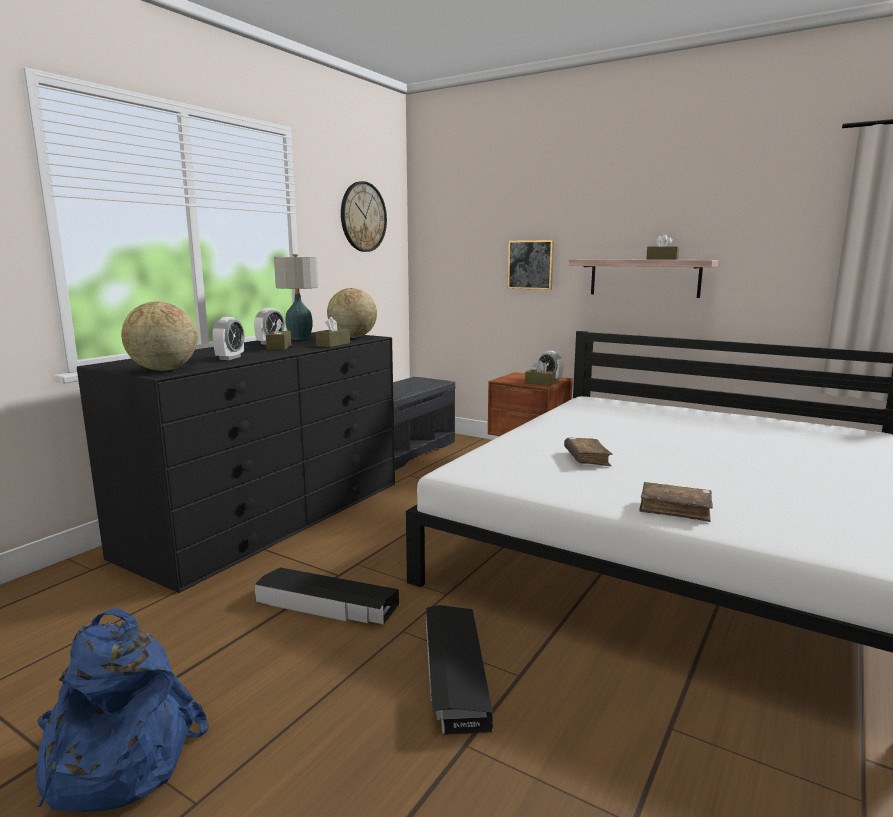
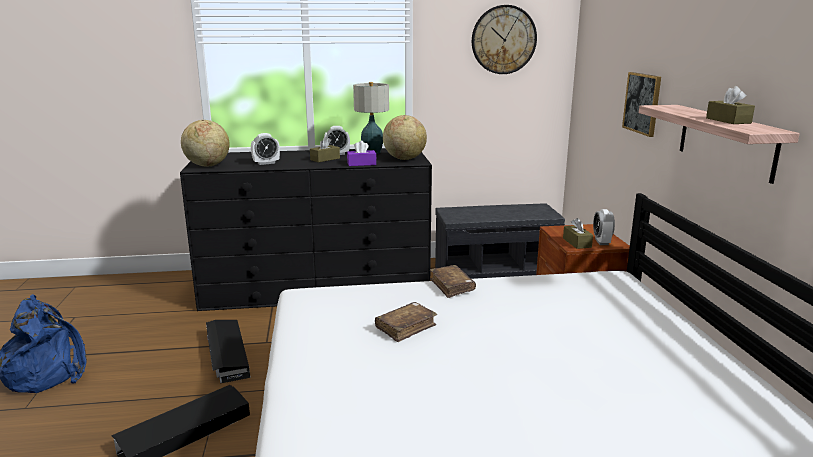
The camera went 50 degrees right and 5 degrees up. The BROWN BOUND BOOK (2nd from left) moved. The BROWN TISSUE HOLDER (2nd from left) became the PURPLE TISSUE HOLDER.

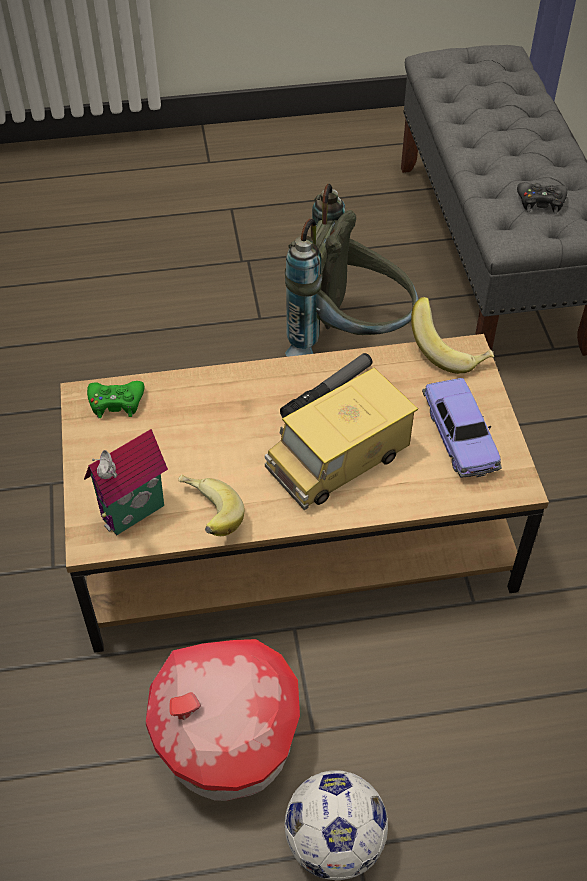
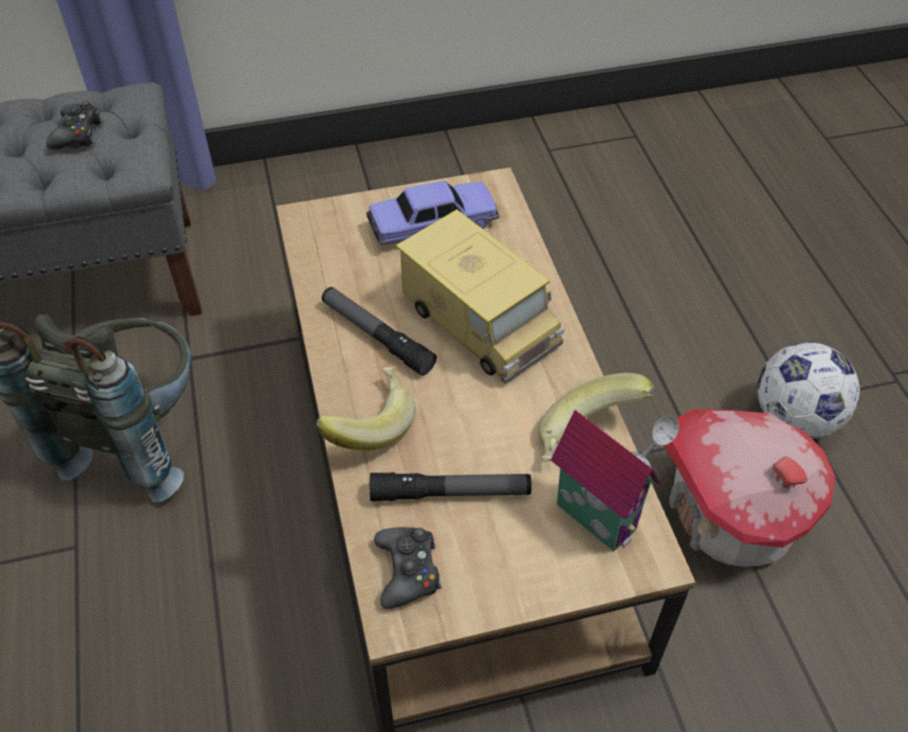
The camera went 95 degrees left and 0 degrees up. The HAND TORCH (2nd from left) appeared. The BANANA FRUIT (2nd from left in the first image) moved. The GREEN-COLOURED JOYPAD became the BLACK-COLOURED JOYPAD (2nd from left).

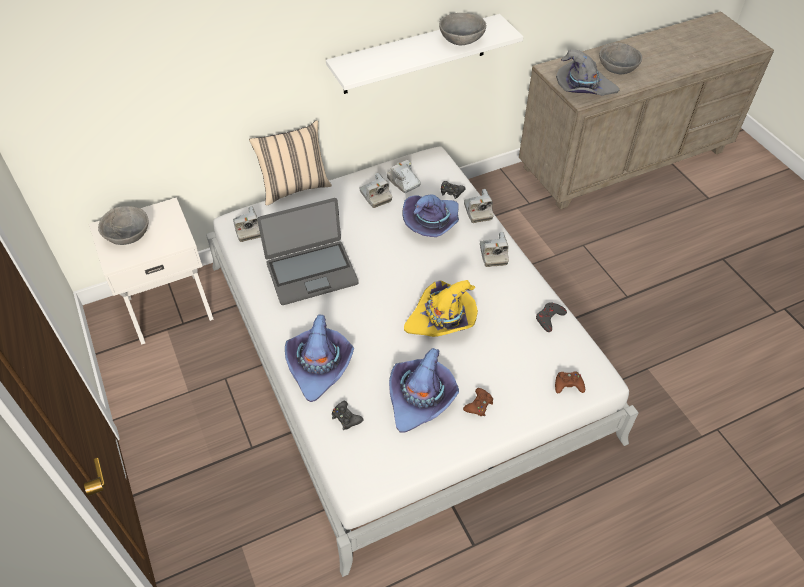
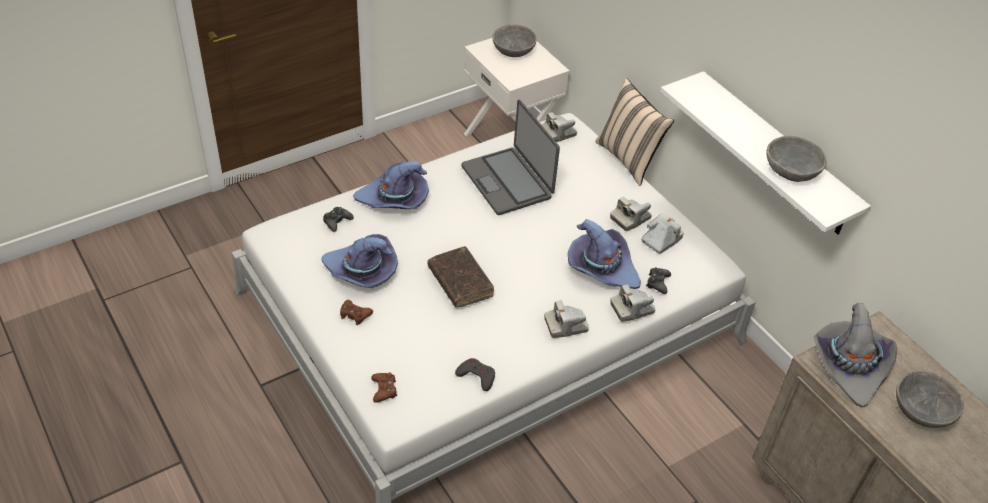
The camera went 80 degrees right and 5 degrees down. The YELLOW-COLOURED CLOTHING HAT was replaced by the BROWN BOUND BOOK.

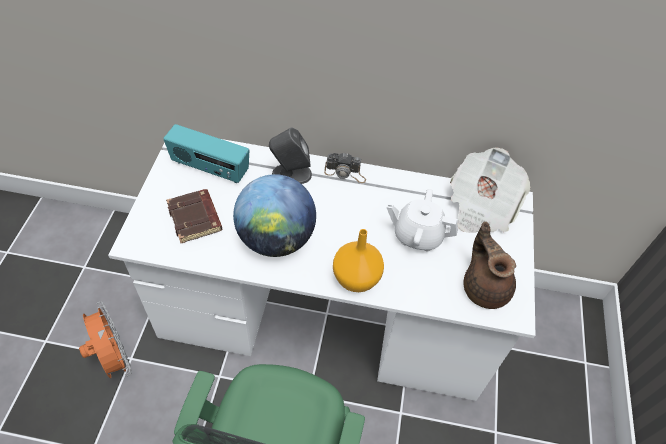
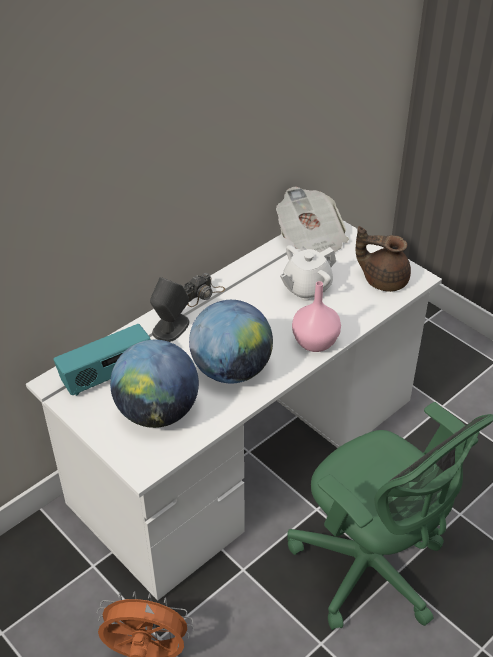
The camera went 50 degrees left and 10 degrees down. The BROWN BOUND BOOK was replaced by the WORLD GLOBE (1st from left). The ORANGE-COLOURED DECORATIVE VASE became the PINKISH DECORATIVE VASE.

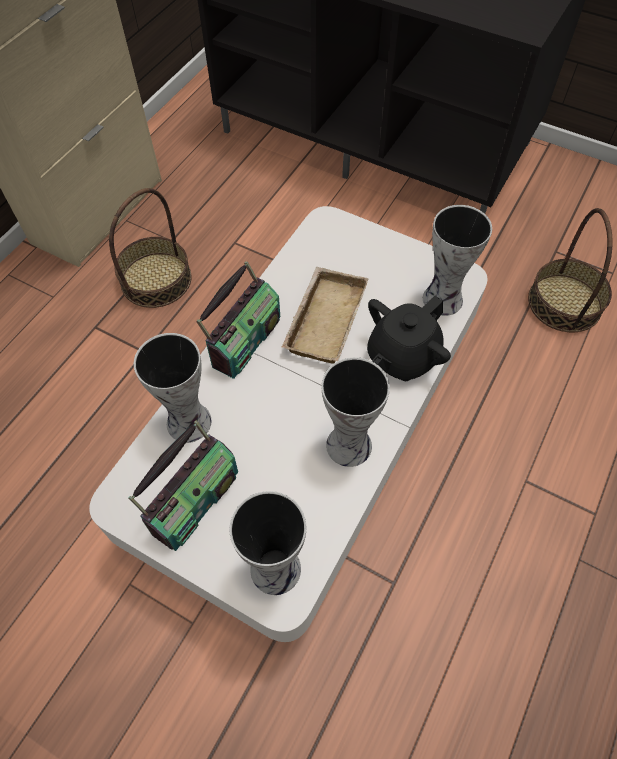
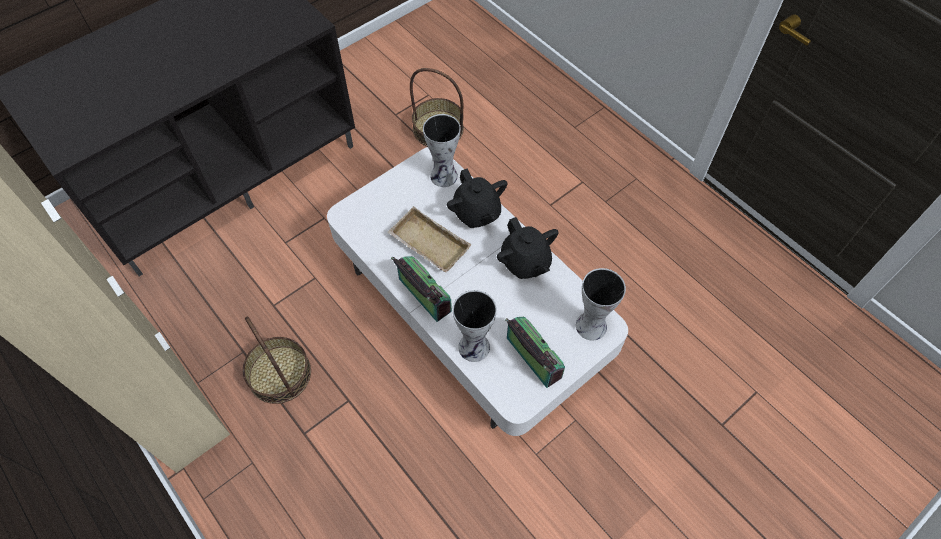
The camera went 70 degrees left and 0 degrees up. The DECORATIVE VASE (3rd from left) was replaced by the BLACK-COLOURED TEA POT (2nd from left).

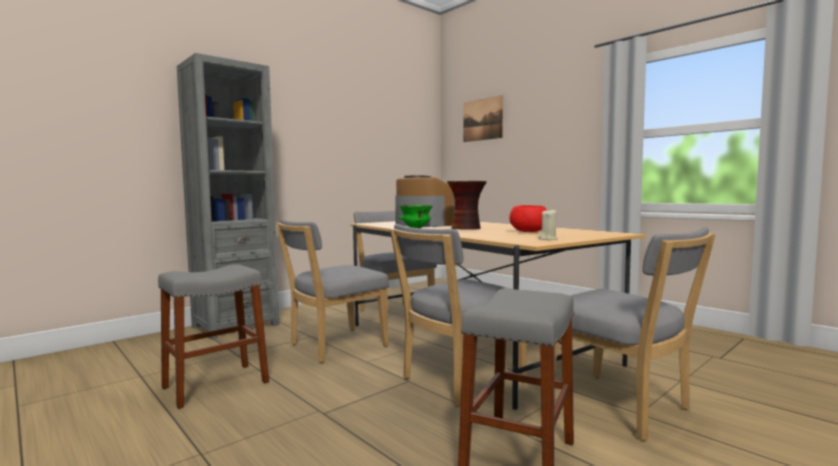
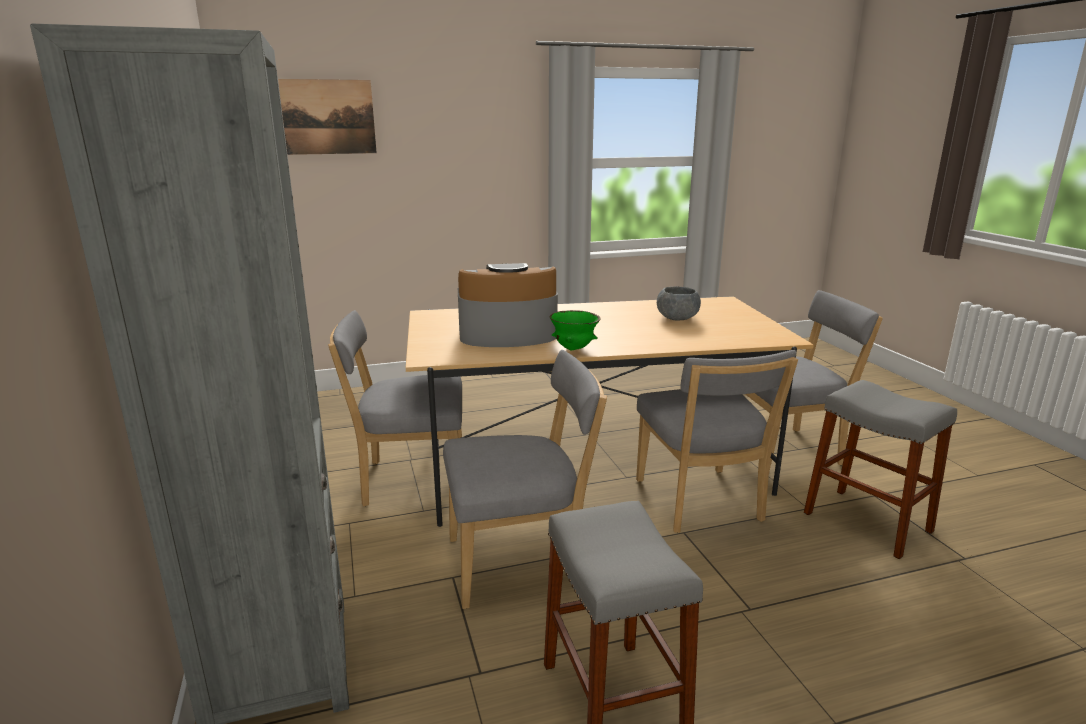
The camera went 65 degrees left and 15 degrees up. The DECORATIVE VASE disappeared. The SAND-COLOURED WAX CANDLE disappeared. The RED-COLOURED BOWL became the GREY BOWL. The GREY CHAIR (1st from left in the first image) turned 90 degrees counterclockwise.

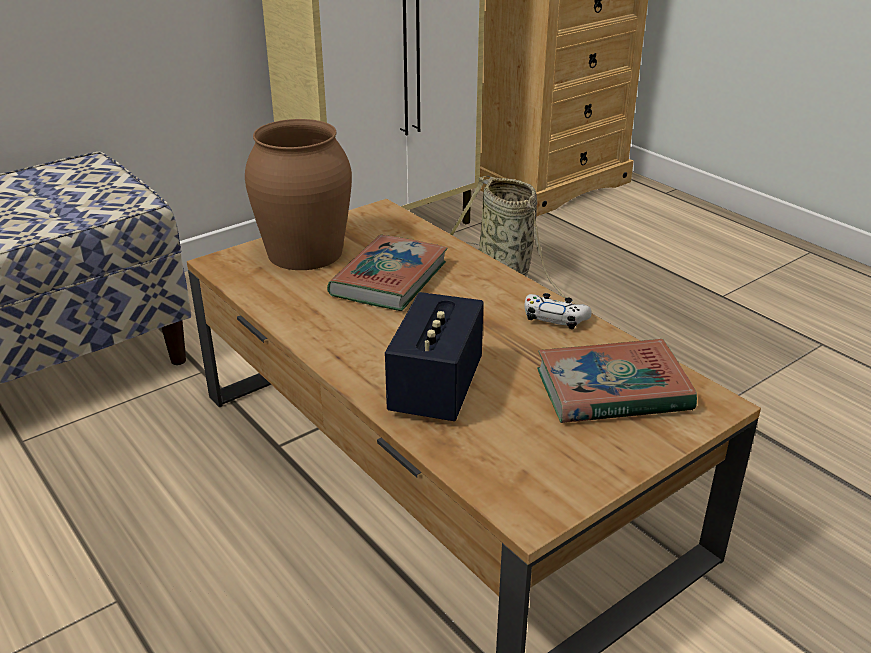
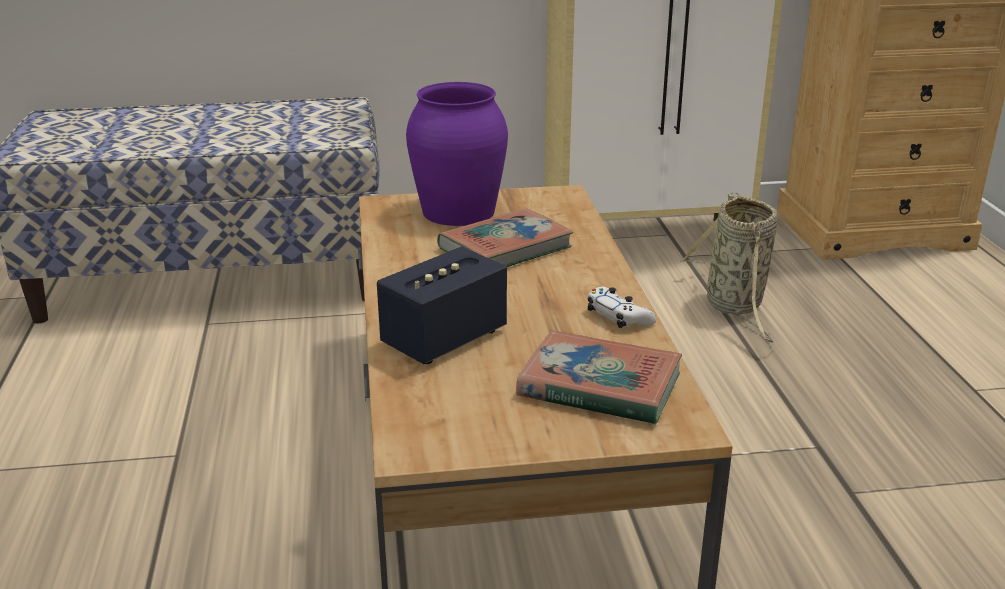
The camera went 30 degrees right and 5 degrees down. The BROWN DECORATIVE VASE became the PURPLE DECORATIVE VASE.

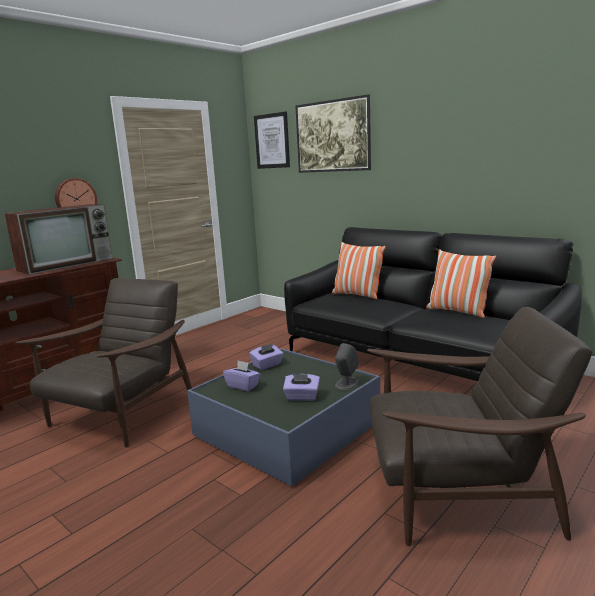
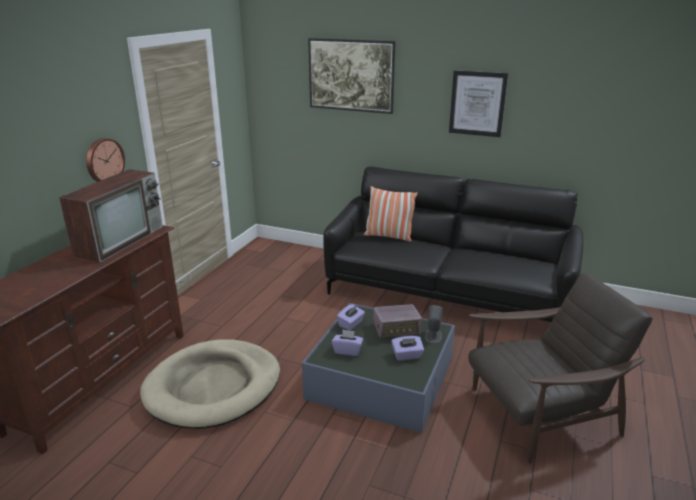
The camera went 20 degrees left and 10 degrees up. The PILLOW (2nd from left) disappeared. The RADIO RECEIVER appeared. The WALL PICTURE (1st from left in the first image) moved. The BROWN EASY CHAIR (1st from left) was replaced by the SAND-COLOURED DOG BED.

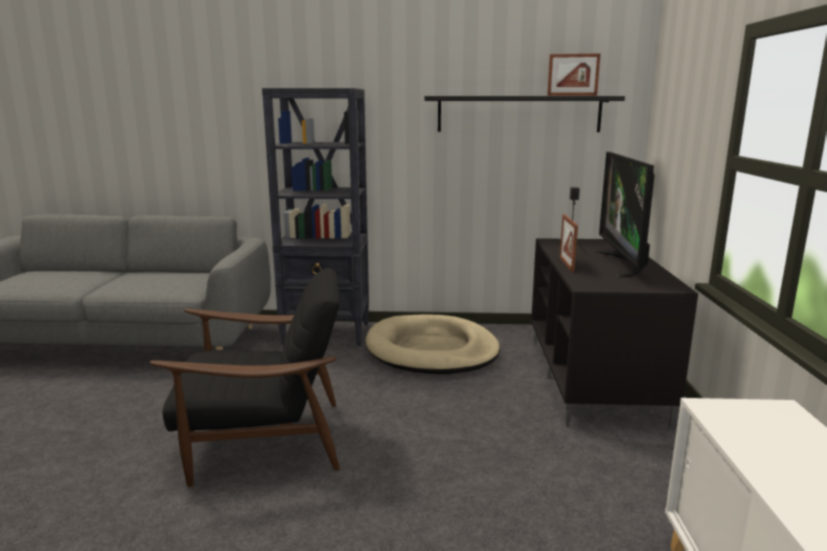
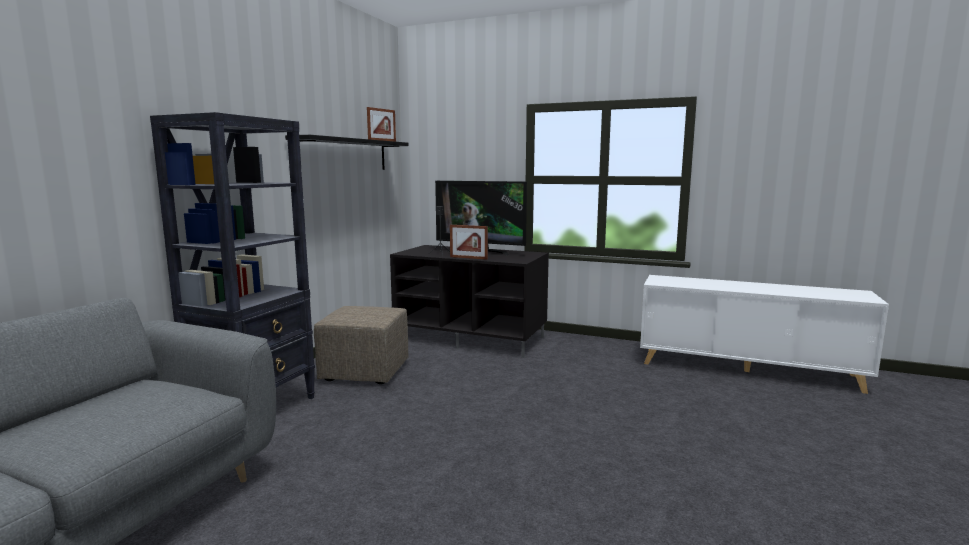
The camera went 70 degrees left and 5 degrees down. The BLACK-COLOURED EASY CHAIR disappeared. The SAND-COLOURED DOG BED was replaced by the SAND-COLOURED OTTOMAN.

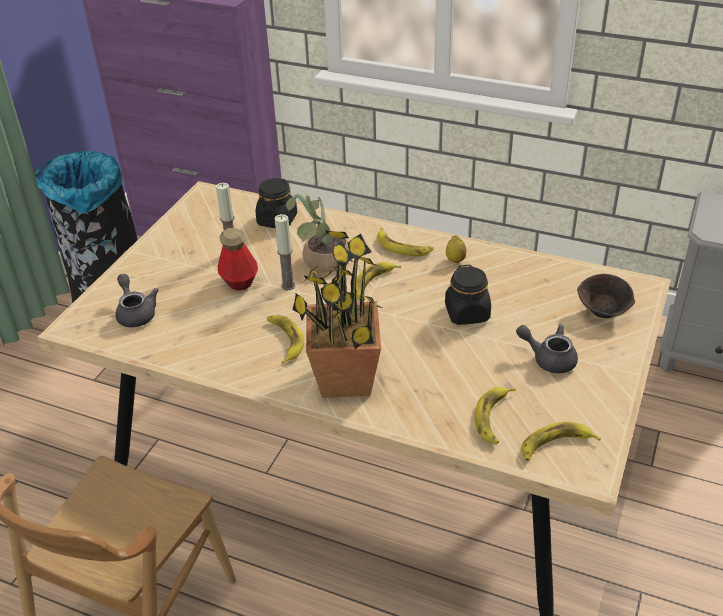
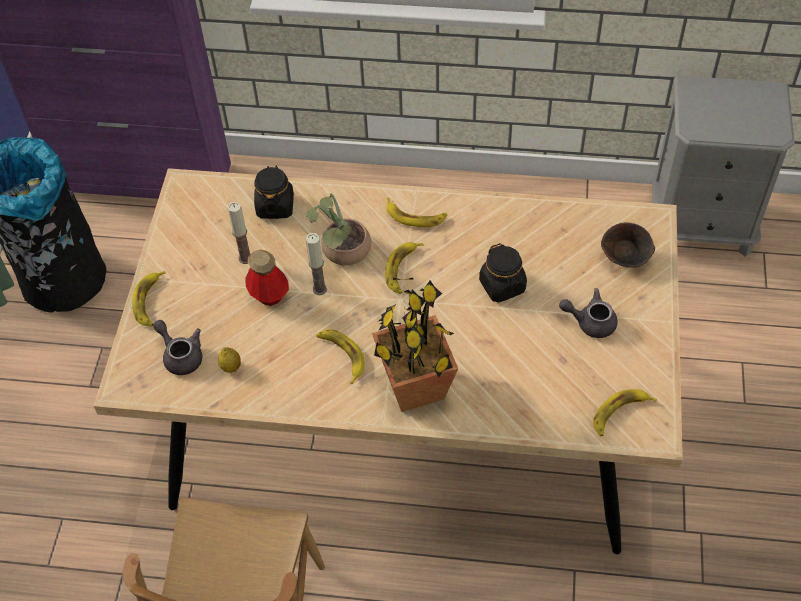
The camera went 15 degrees left and 15 degrees up. The LEMON moved. The BANANA FRUIT (4th from left in the first image) moved.

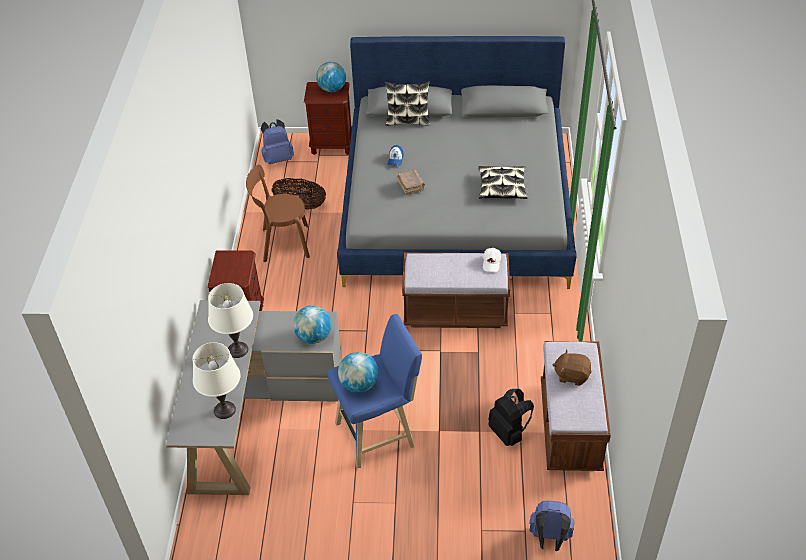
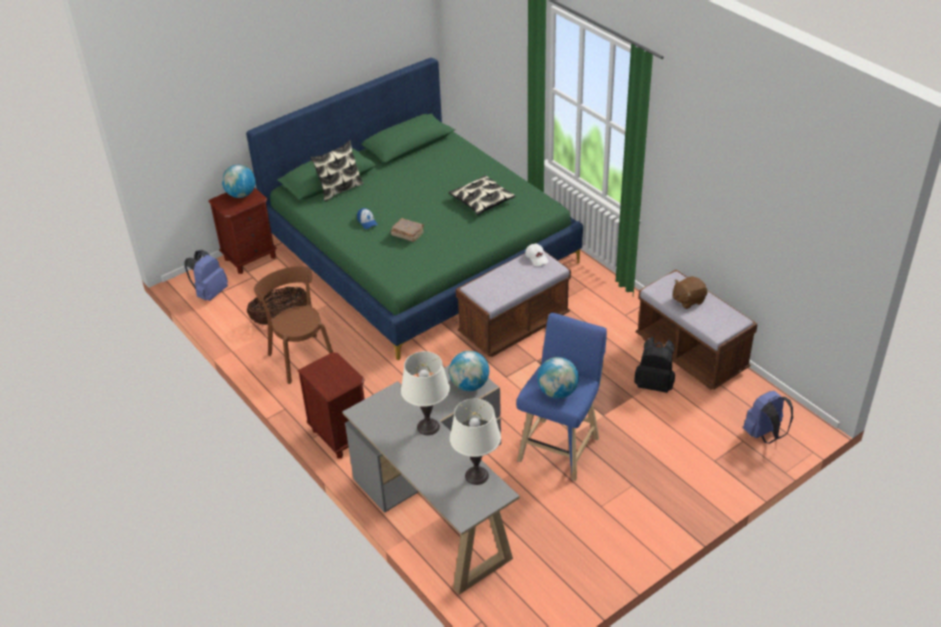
The camera went 40 degrees left and 5 degrees down. The GREY SLEEPING BED became the GREEN-COLOURED SLEEPING BED. The BROWN CHAIR turned 105 degrees clockwise.

